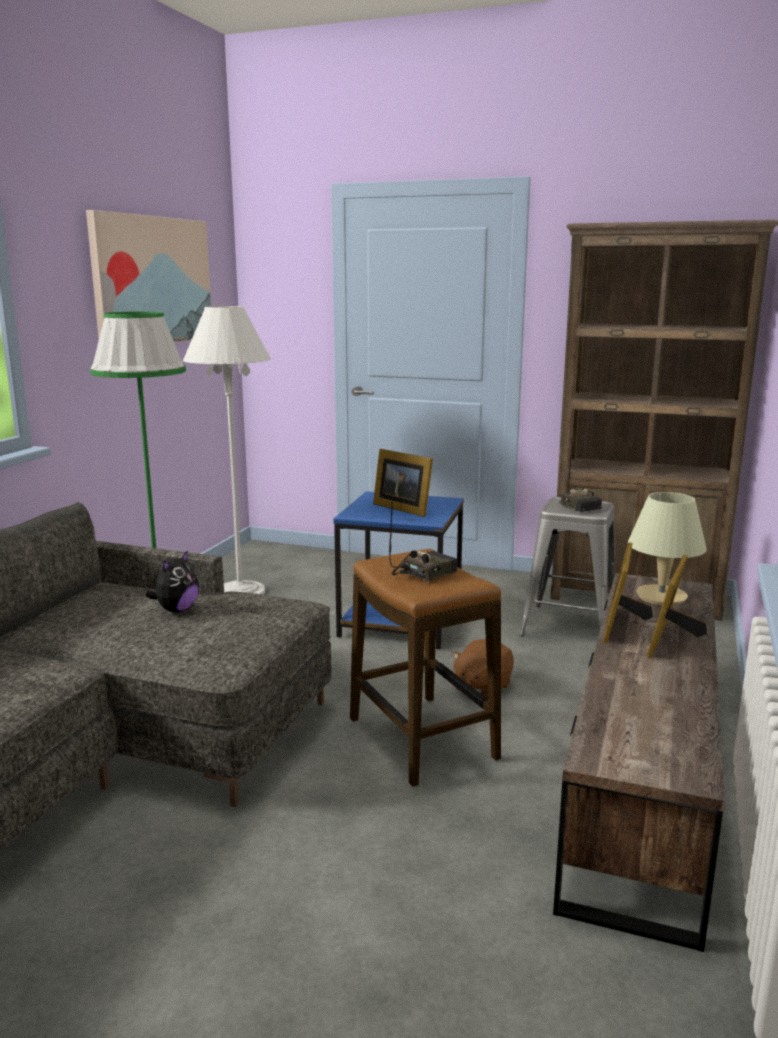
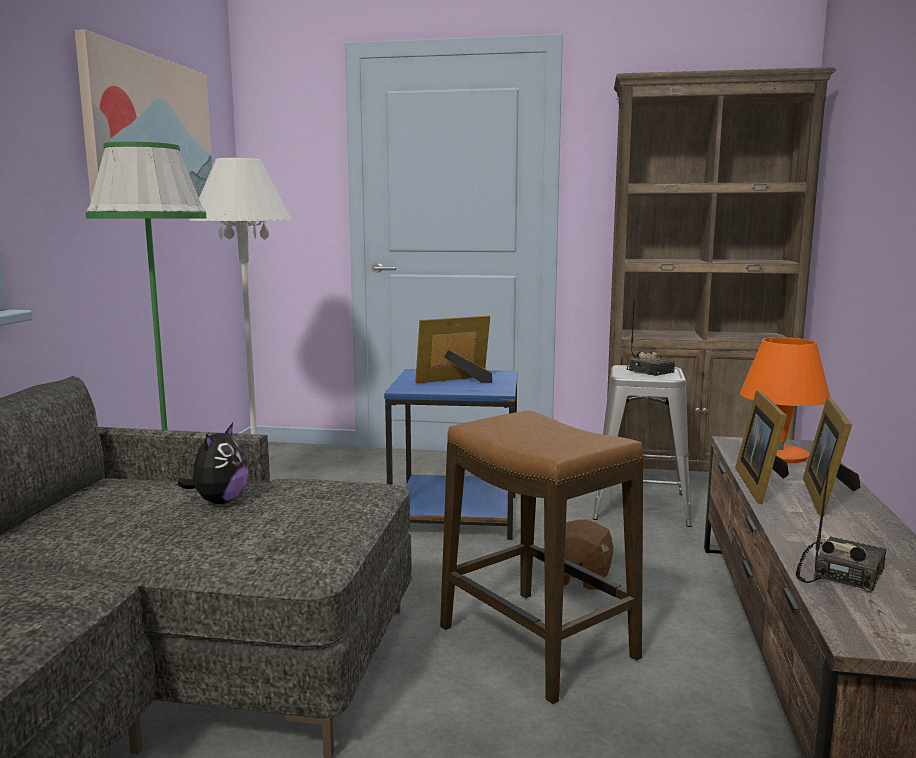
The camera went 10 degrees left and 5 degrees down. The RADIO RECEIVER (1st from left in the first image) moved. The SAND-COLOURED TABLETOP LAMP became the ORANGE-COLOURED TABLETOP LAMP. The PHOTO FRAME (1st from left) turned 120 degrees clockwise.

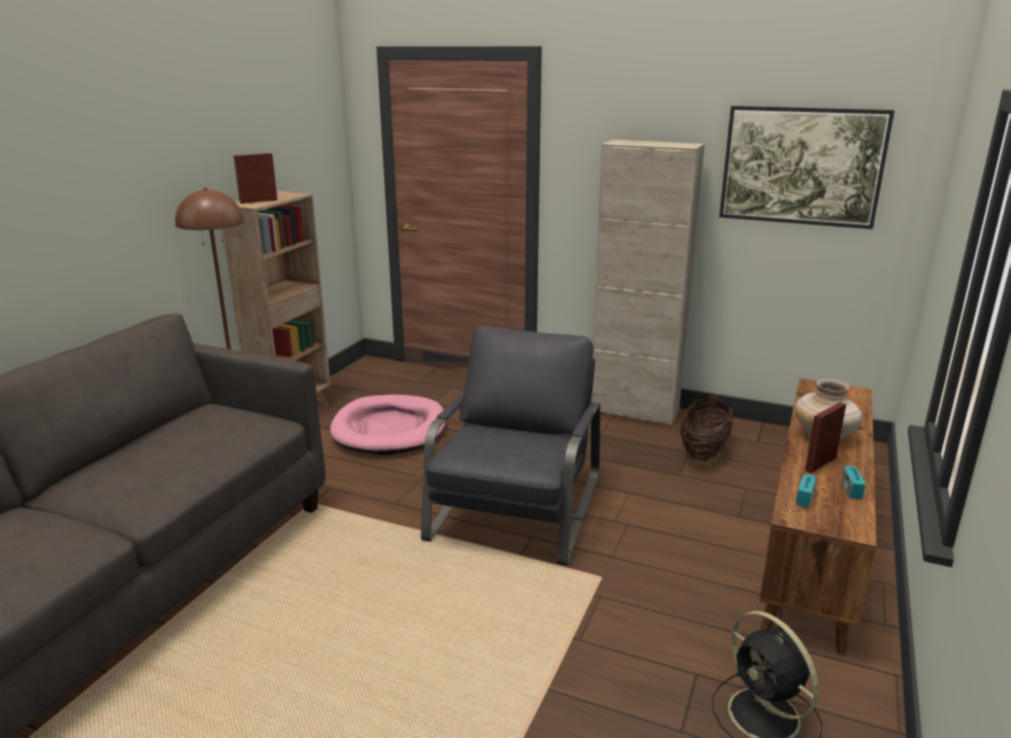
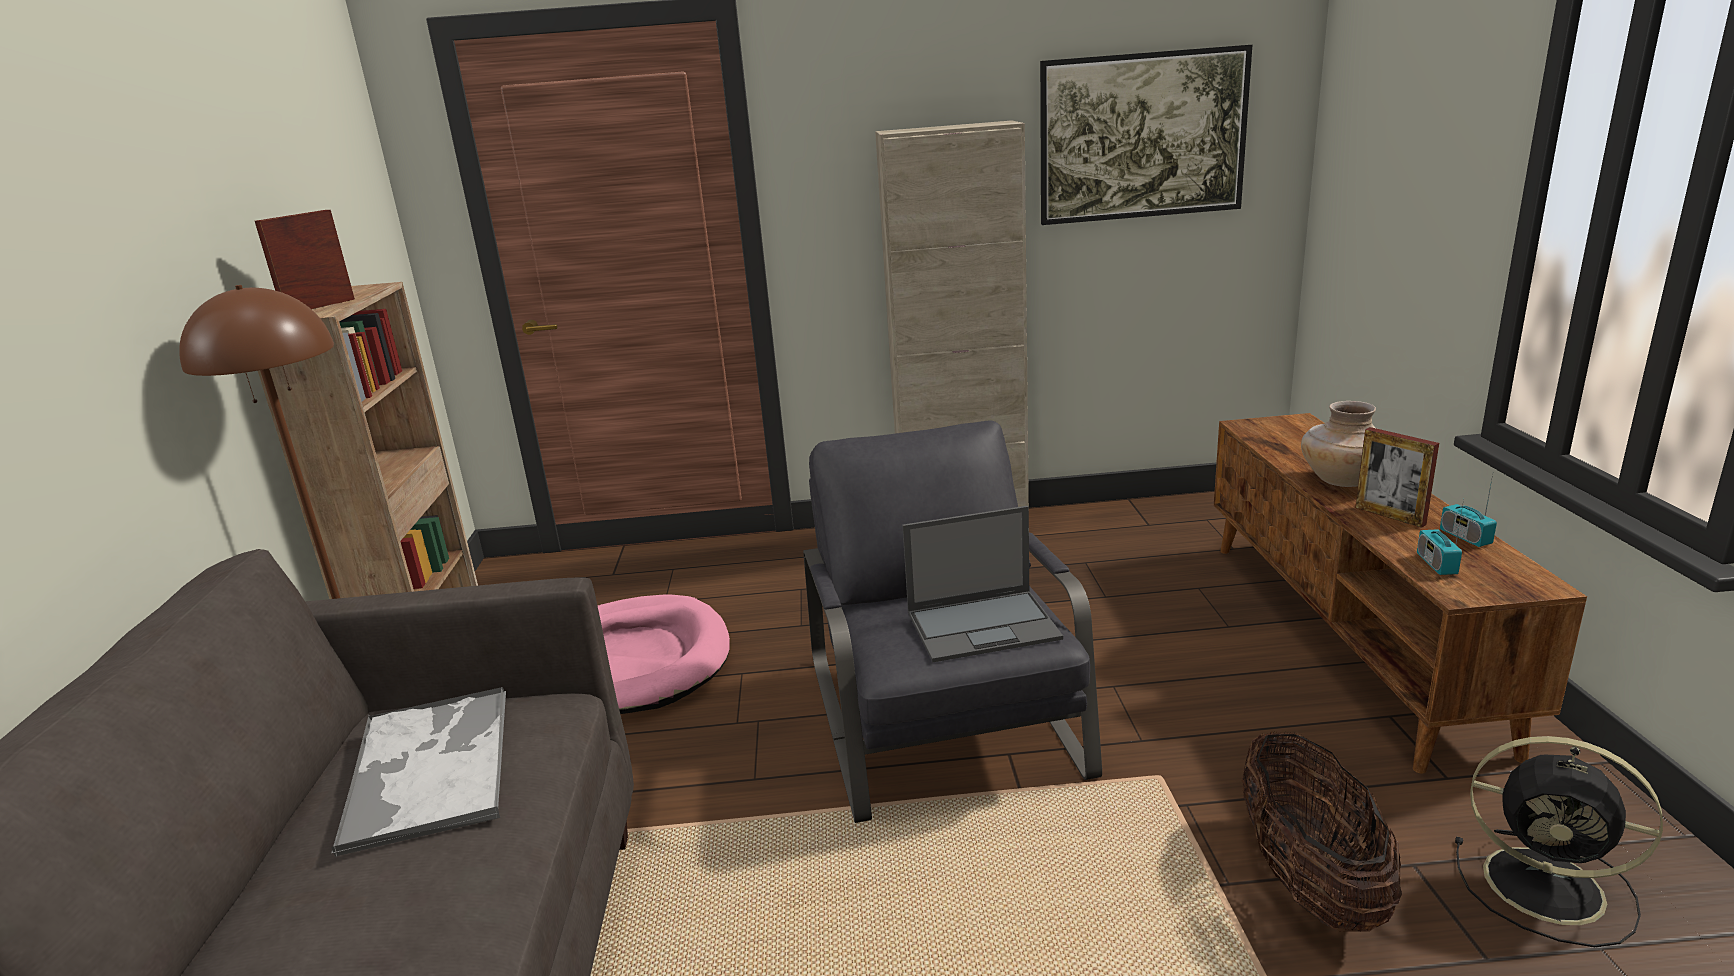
The camera went 25 degrees left and 0 degrees up. The CARRYING TRAY appeared. The PORTABLE COMPUTER appeared. The STORAGE BASKET moved. The PHOTO FRAME (2nd from left) turned 60 degrees counterclockwise.

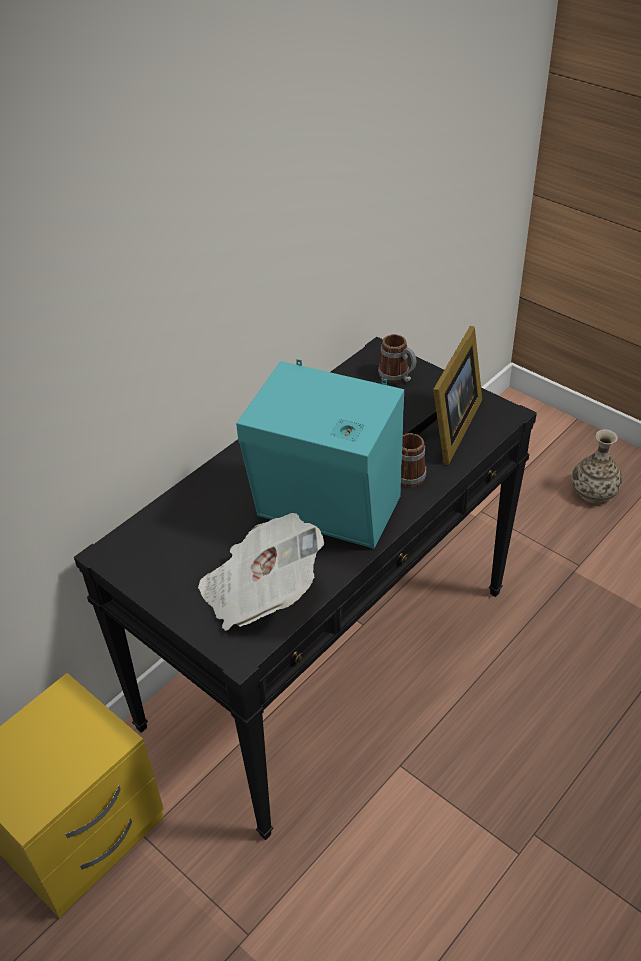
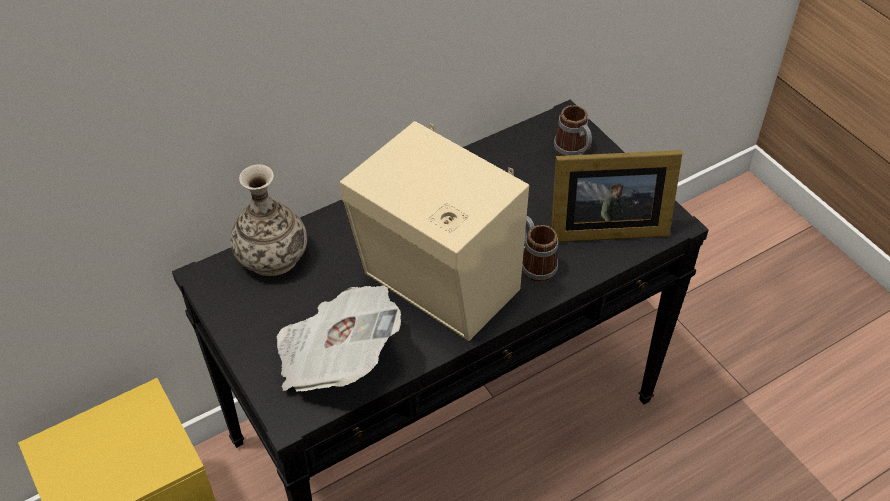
The camera went 15 degrees right and 5 degrees up. The DECORATIVE VASE moved. The BLUE-GREEN LOUDSPEAKER became the SAND-COLOURED LOUDSPEAKER. The PHOTO FRAME turned 45 degrees clockwise.

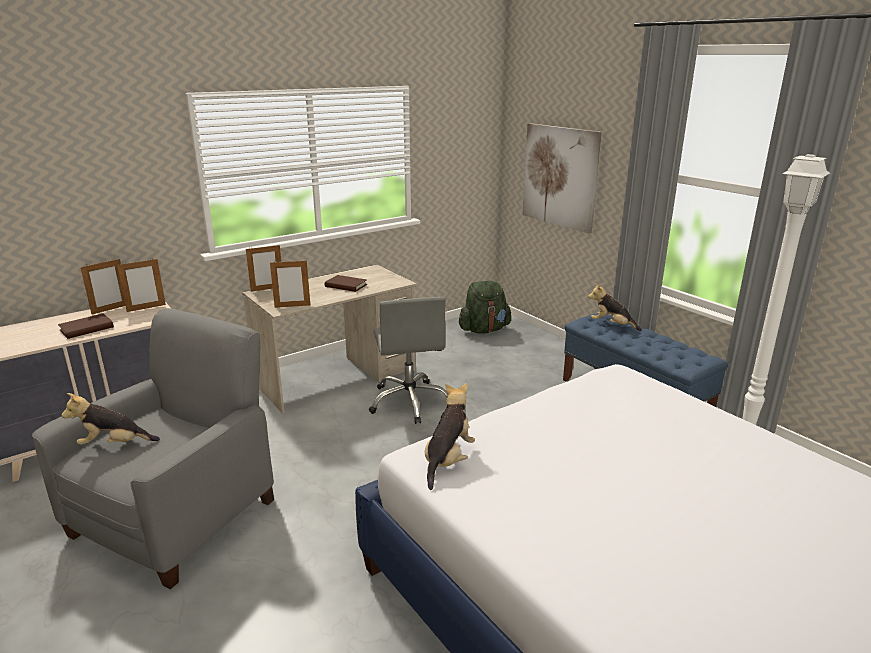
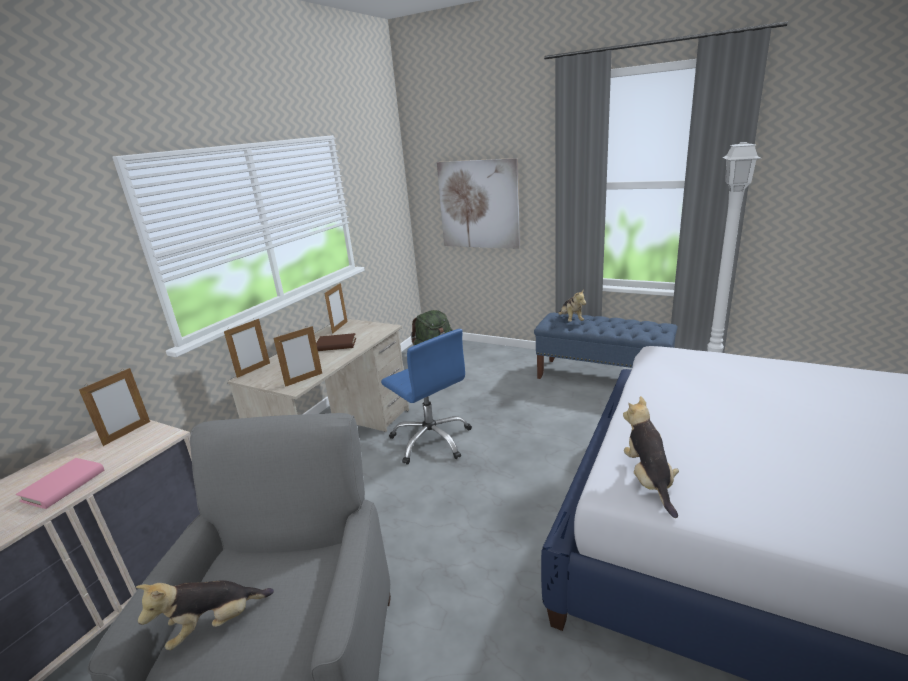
The camera went 25 degrees left and 0 degrees up. The PHOTO FRAME (1st from left in the first image) moved. The BROWN BOUND BOOK (1st from left) became the PINKISH BOUND BOOK. The GREY COMPUTER CHAIR became the BLUE COMPUTER CHAIR. The SOFT TOY (3rd from left in the first image) turned 105 degrees counterclockwise.

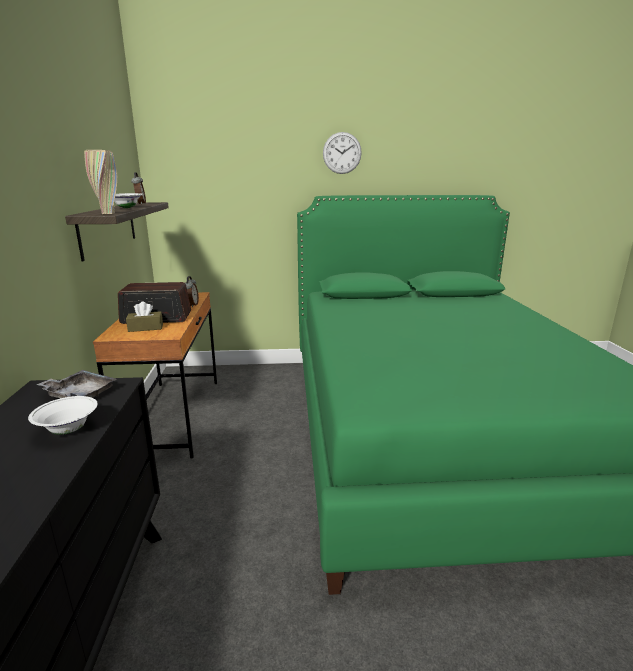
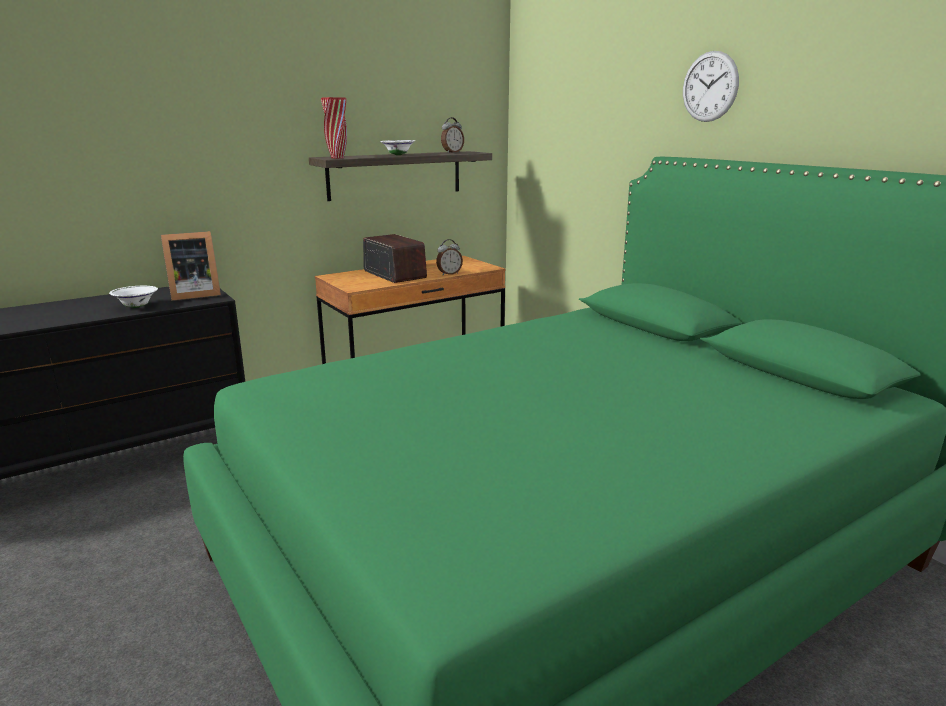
The camera went 60 degrees right and 0 degrees up. The BROWN TISSUE HOLDER disappeared. The GREY CARRYING TRAY was replaced by the PHOTO FRAME. The SAND-COLOURED DECORATIVE VASE became the RED-COLOURED DECORATIVE VASE.

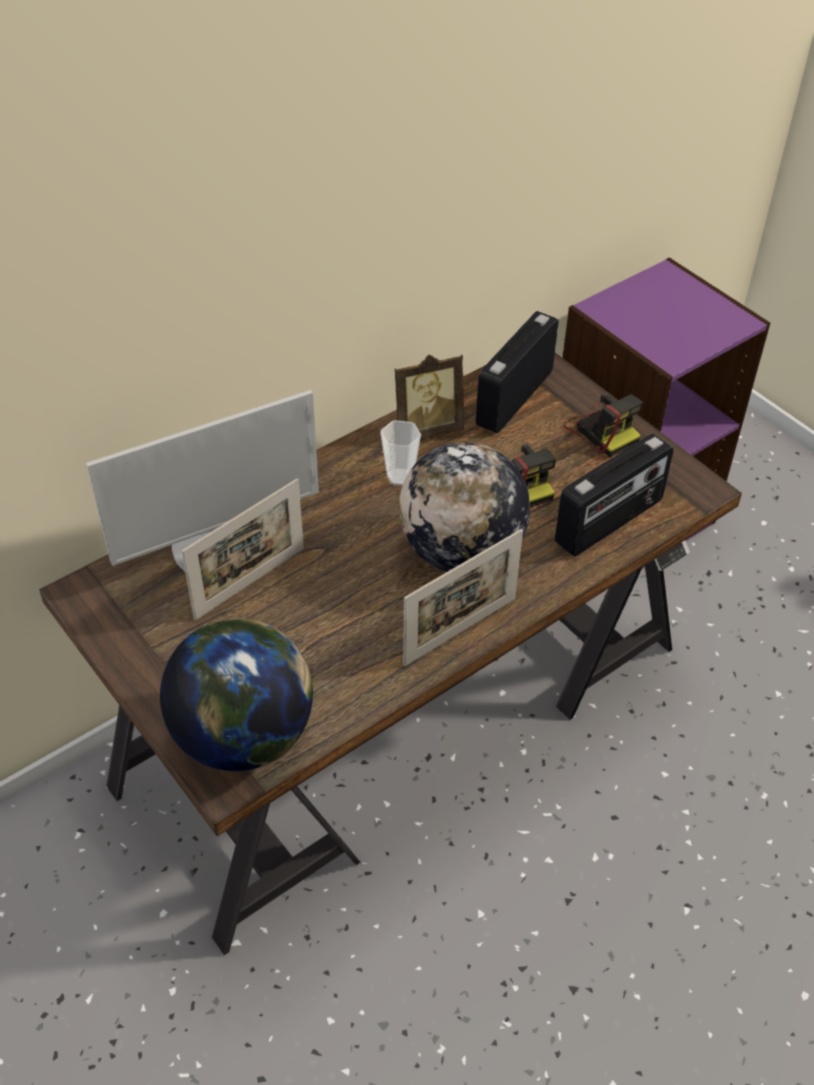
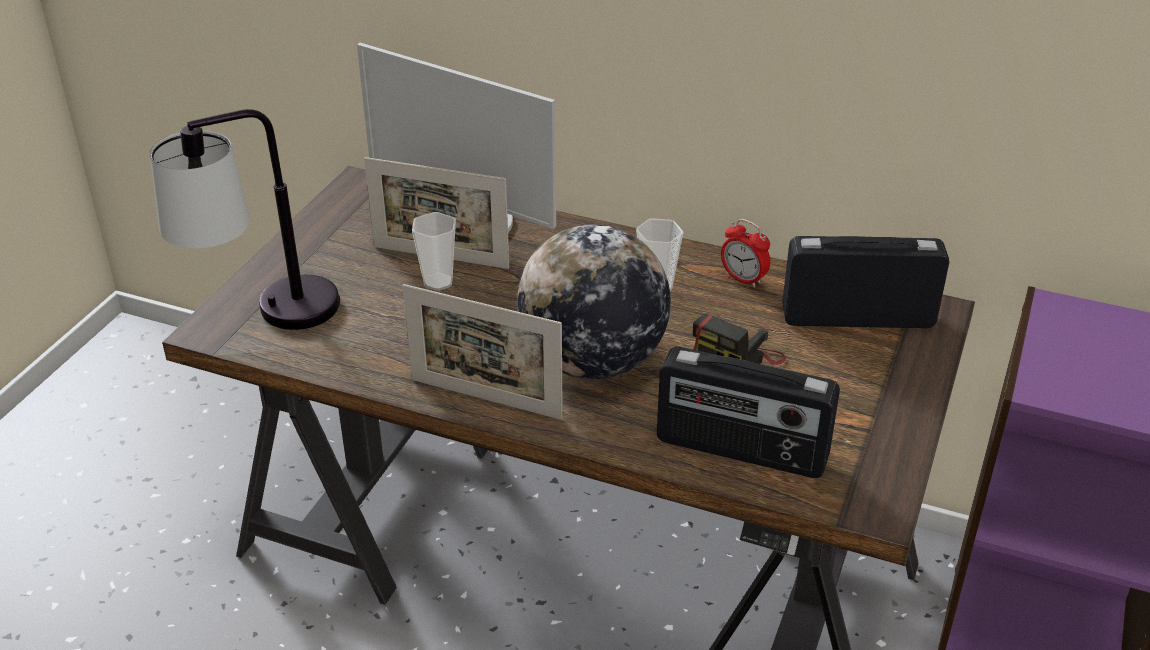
The camera went 60 degrees right and 10 degrees down. The PHOTO CAMERA (2nd from left) disappeared. The CUP (1st from left) appeared. The WORLD GLOBE (1st from left) was replaced by the TABLETOP LAMP. The PHOTO FRAME (2nd from left) was replaced by the BEDSIDE CLOCK.

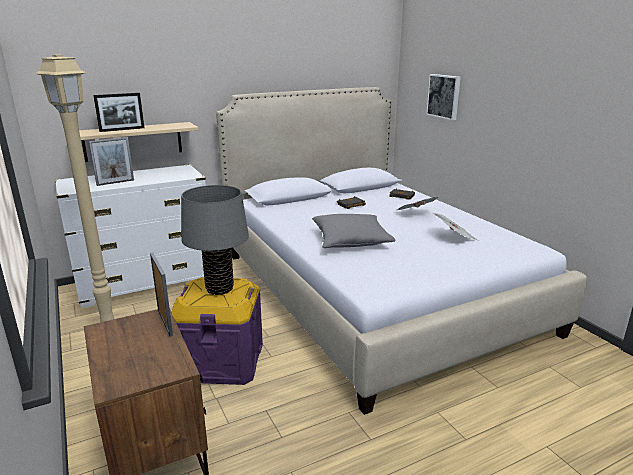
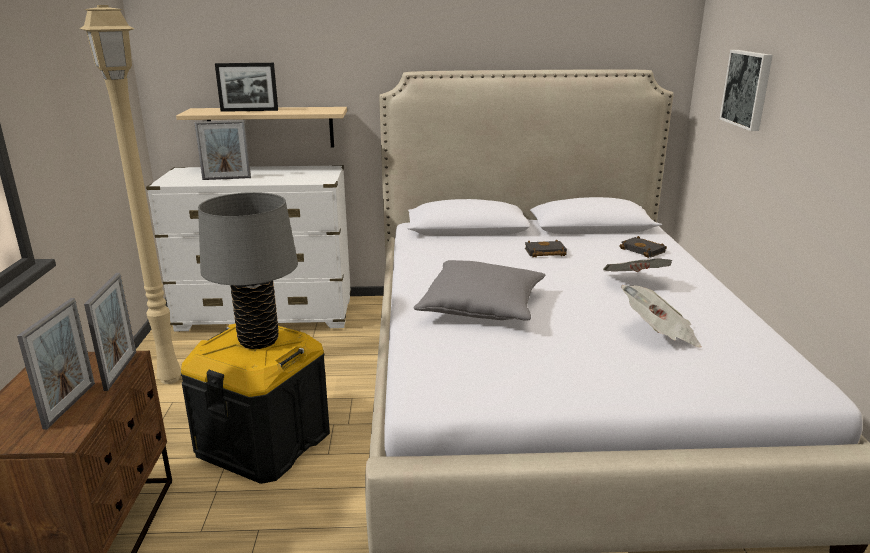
The camera went 25 degrees right and 0 degrees up. The PHOTO FRAME (1st from left) appeared. The PURPLE STORAGE CONTAINER became the BLACK-COLOURED STORAGE CONTAINER.

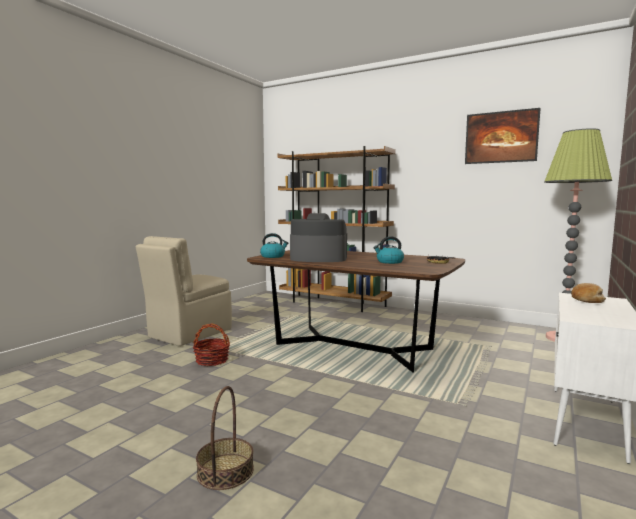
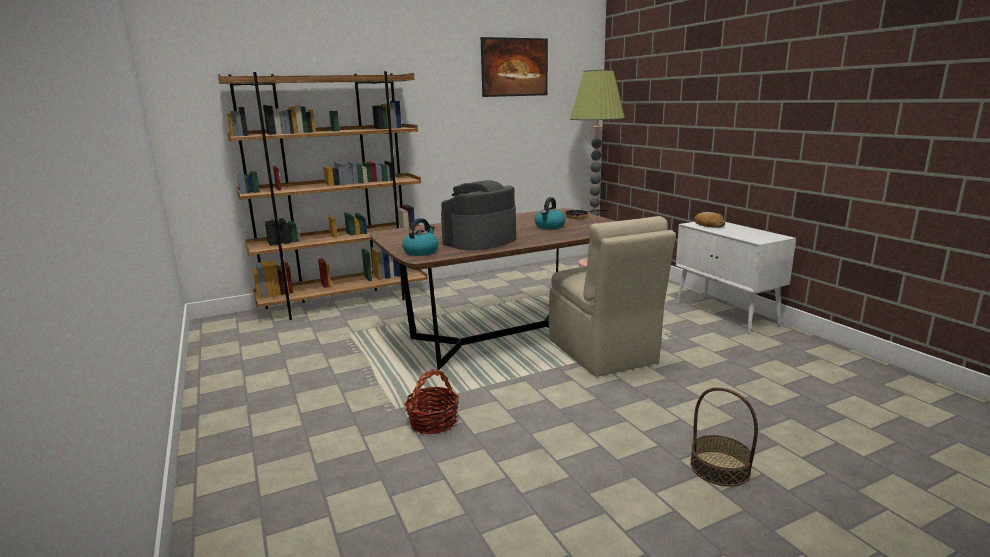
The camera went 55 degrees left and 10 degrees up. The SAND-COLOURED CHAIR moved.

